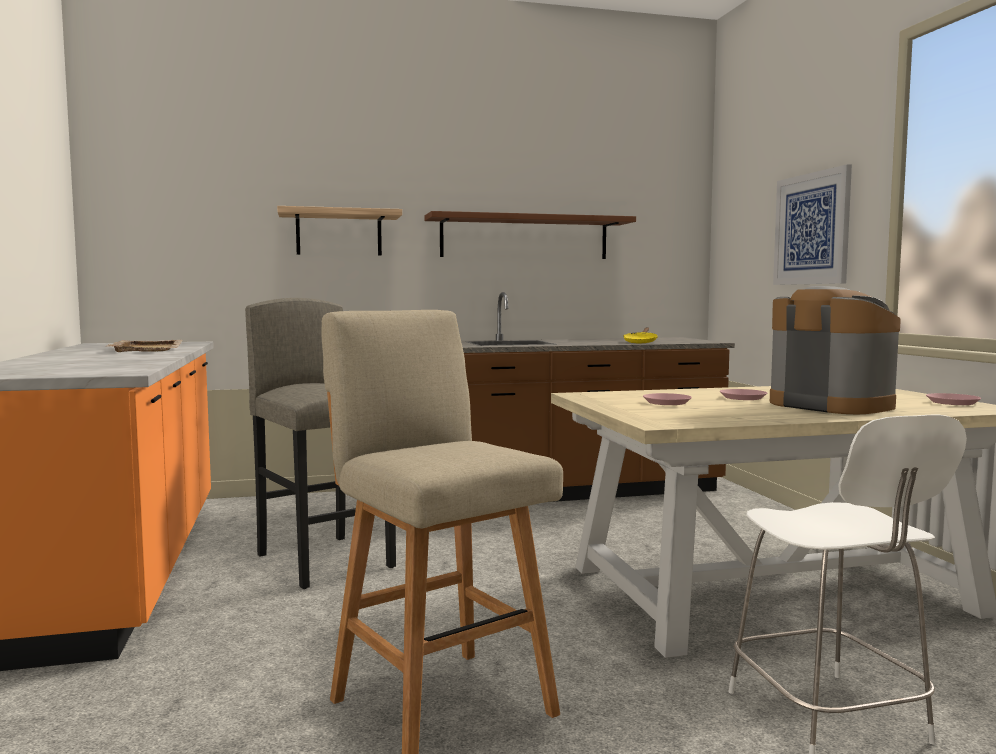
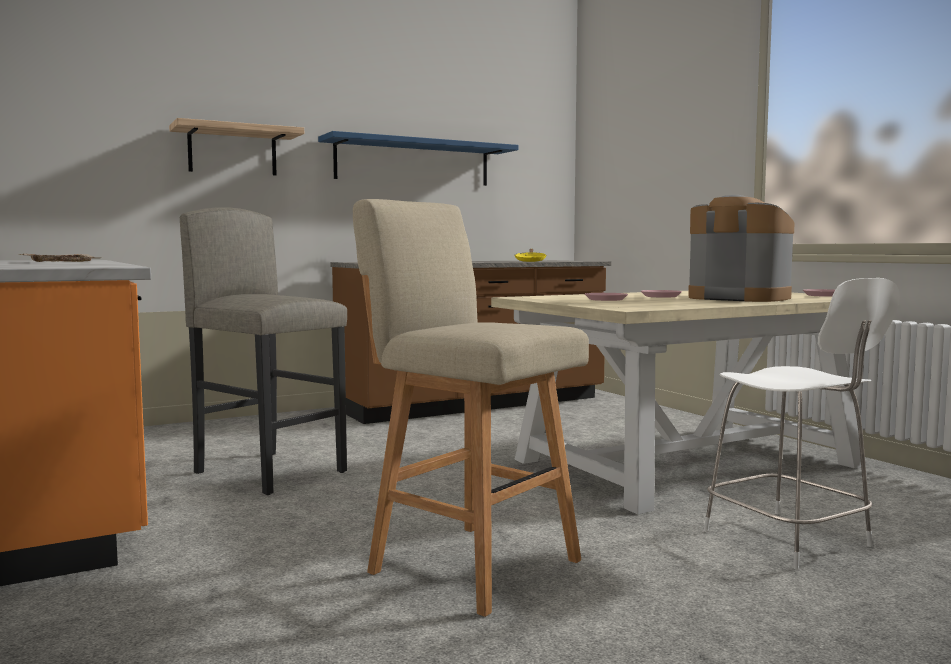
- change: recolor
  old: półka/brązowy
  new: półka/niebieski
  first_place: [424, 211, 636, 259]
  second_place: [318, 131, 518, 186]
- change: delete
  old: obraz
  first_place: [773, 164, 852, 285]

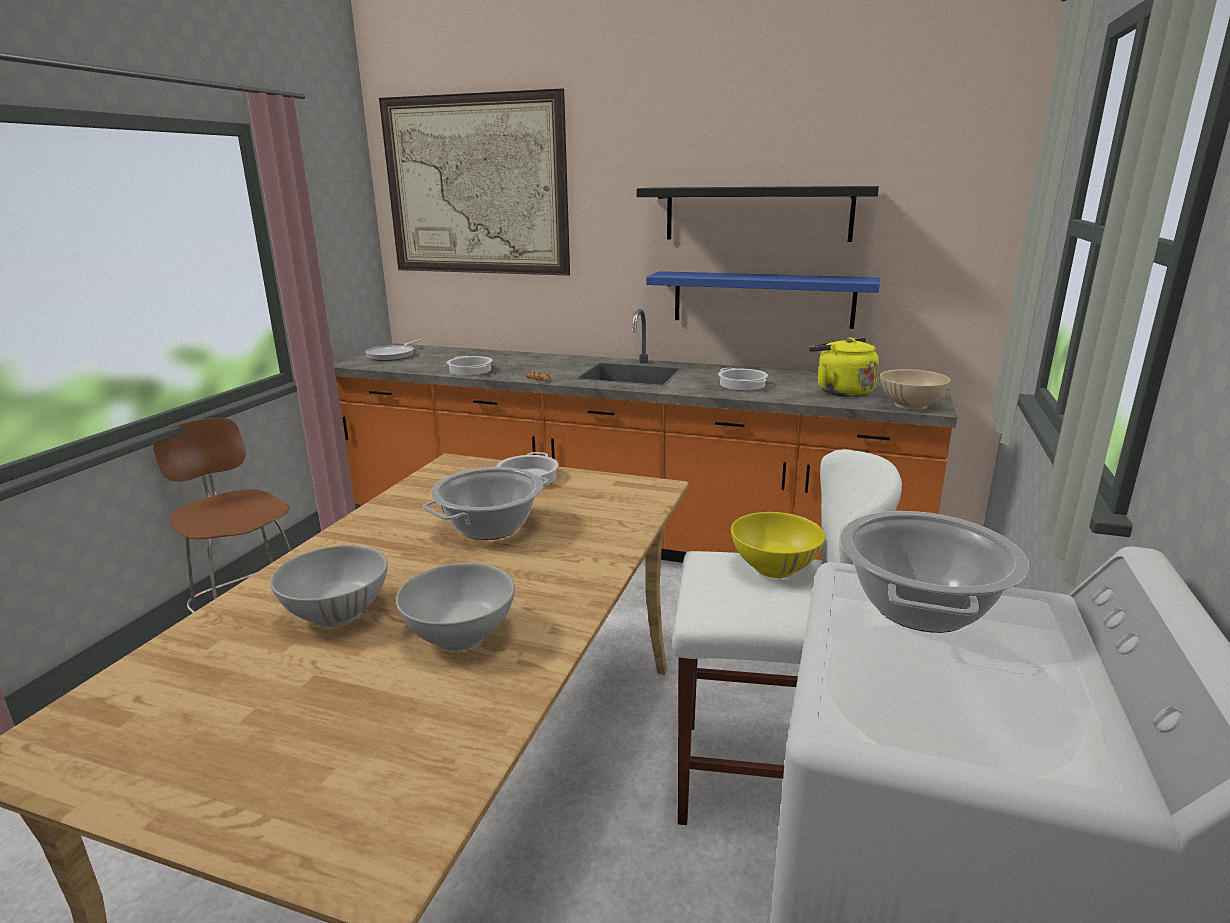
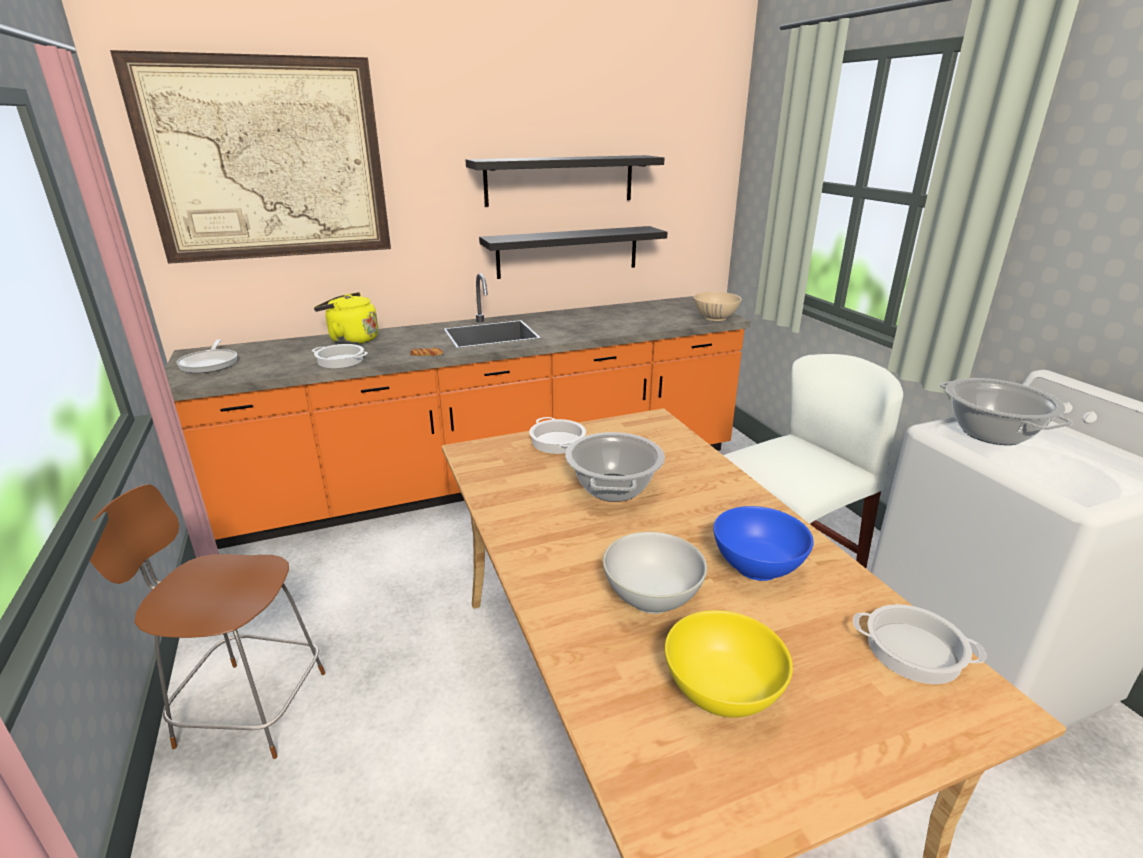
- change: move
  old: czajnik/żółty
  first_place: [809, 338, 879, 397]
  second_place: [314, 292, 378, 345]
- change: recolor
  old: półka/niebieski
  new: półka/czarny
  first_place: [646, 271, 880, 329]
  second_place: [479, 226, 668, 279]
- change: move
  old: miska/żółty
  first_place: [731, 512, 825, 578]
  second_place: [665, 610, 793, 718]
- change: recolor
  old: miska/biały
  new: miska/niebieski
  first_place: [396, 563, 515, 651]
  second_place: [713, 506, 814, 581]
- change: move
  old: garnek
  first_place: [718, 368, 768, 390]
  second_place: [853, 604, 986, 684]

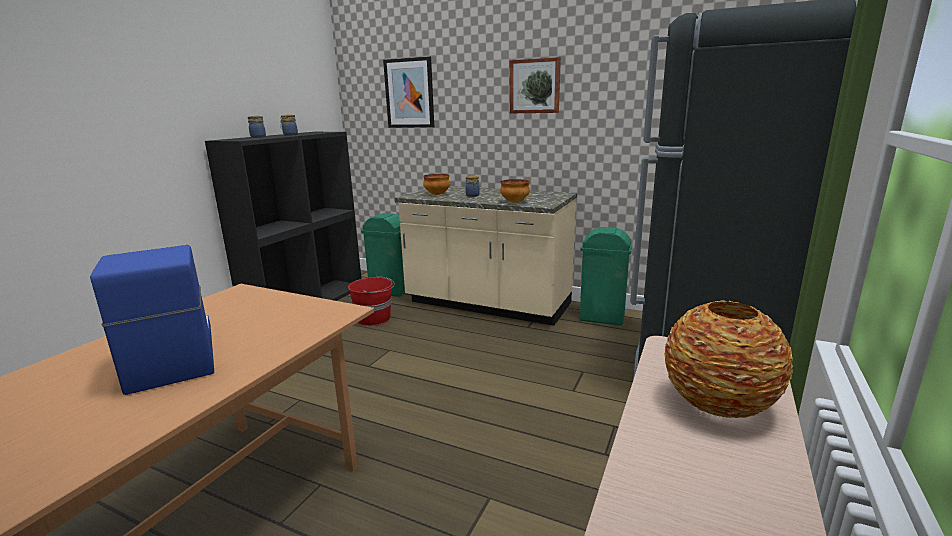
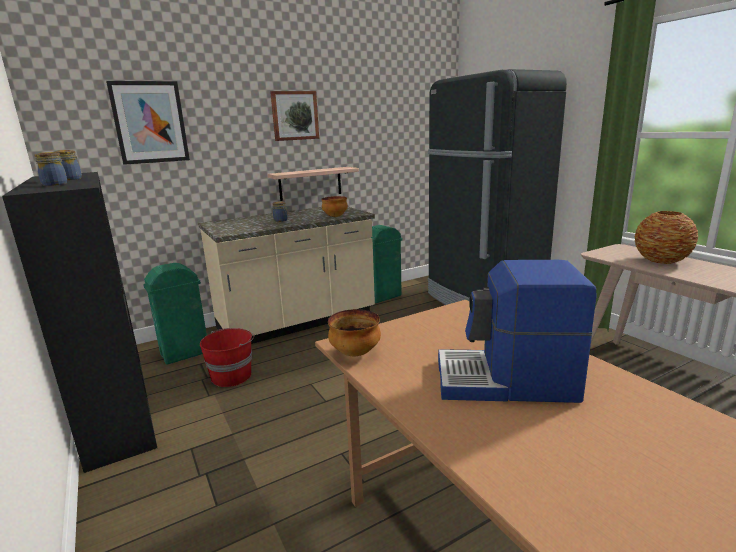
- change: insert
  new: półka
  second_place: [268, 167, 359, 201]
- change: move
  old: miska
  first_place: [423, 174, 450, 195]
  second_place: [328, 309, 381, 356]

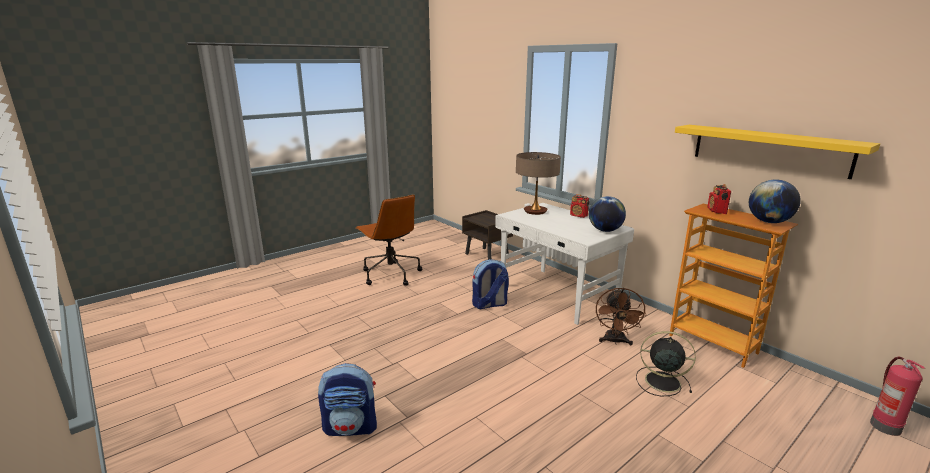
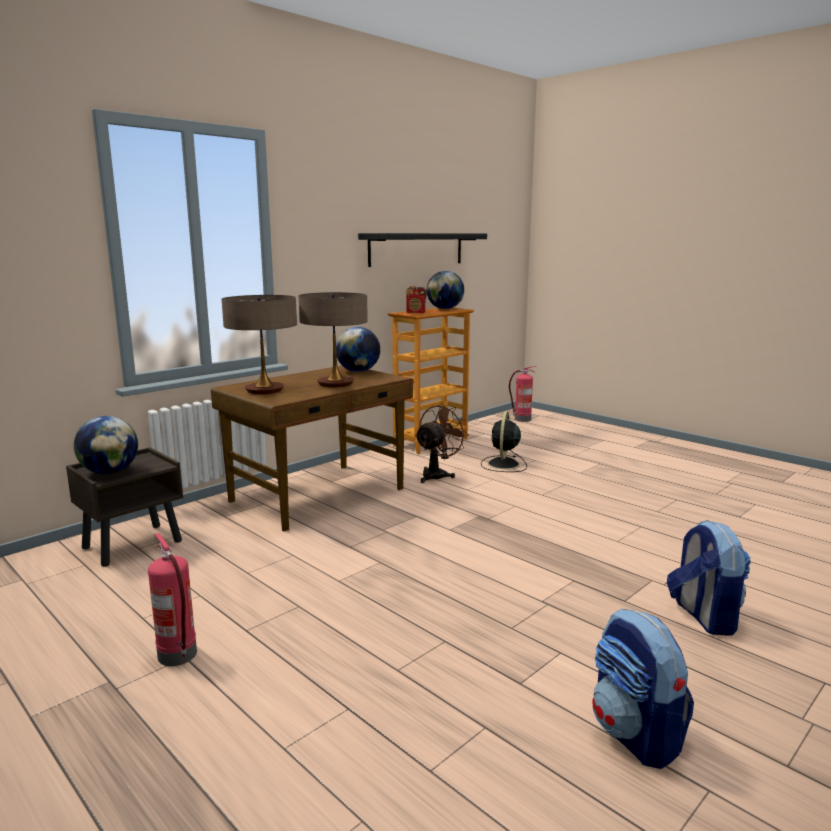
- change: insert
  new: globus
  second_place: [74, 416, 138, 474]
- change: replace
  old: krzesło biurowe/brązowy
  new: gaśnica
  first_place: [355, 194, 422, 286]
  second_place: [148, 533, 197, 666]
- change: recolor
  old: biurko/biały
  new: biurko/brązowy
  first_place: [495, 203, 634, 325]
  second_place: [211, 366, 413, 531]
- change: insert
  new: lampa stołowa
  second_place: [299, 292, 368, 388]
- change: recolor
  old: półka/żółty
  new: półka/czarny
  first_place: [675, 125, 880, 179]
  second_place: [358, 233, 487, 267]
- change: rotate
  old: wentylator/brązowy
  first_place: [596, 288, 647, 345]
  second_place: [415, 404, 469, 483]
  degrees: -60
- change: move
  old: plecak
  first_place: [472, 259, 509, 309]
  second_place: [592, 609, 694, 769]
- change: delete
  old: radio
  first_place: [570, 194, 589, 218]

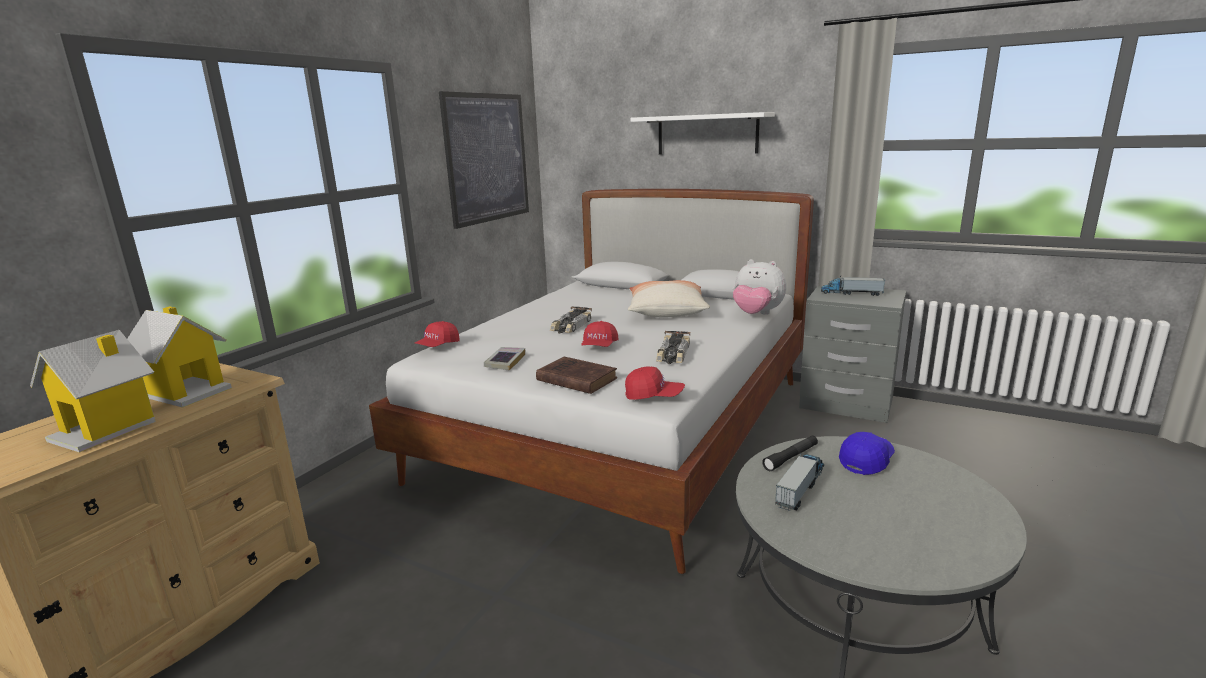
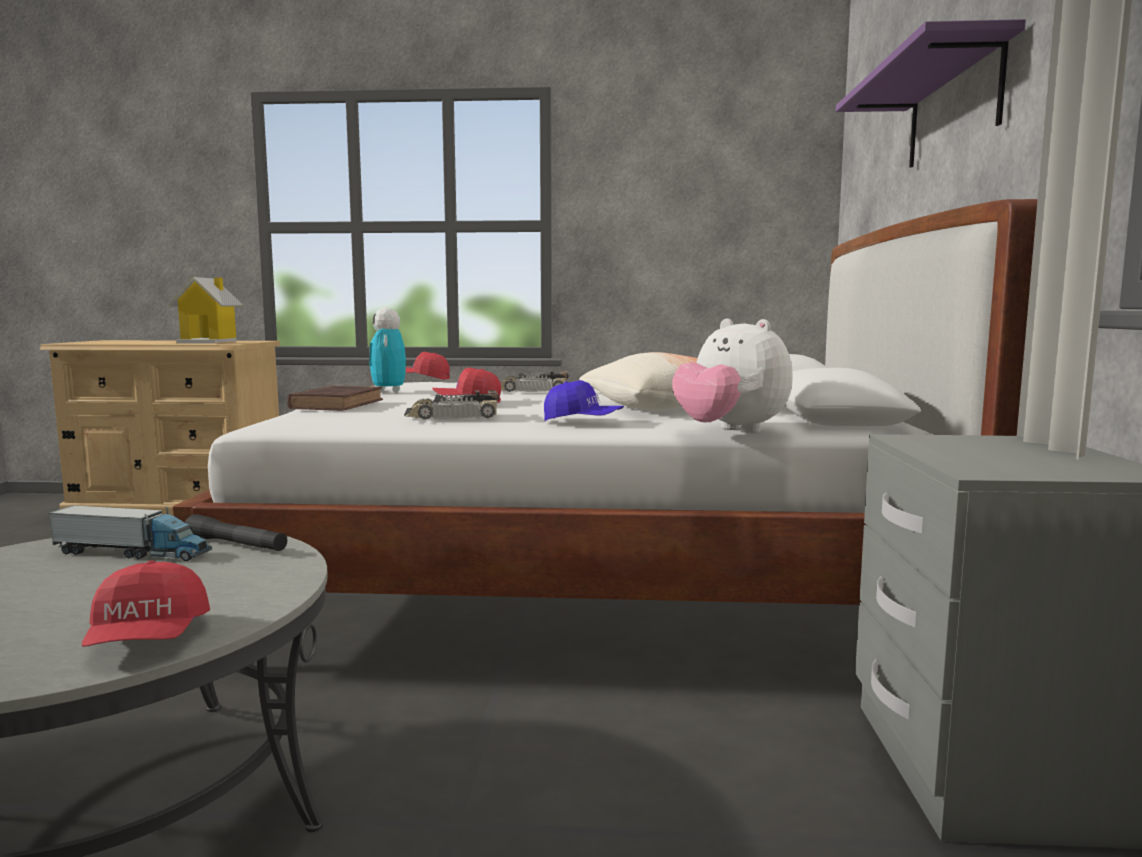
- change: move
  old: czapka z daszkiem/czerwony
  first_place: [625, 366, 685, 400]
  second_place: [82, 560, 210, 646]
- change: replace
  old: książka
  new: robot zabawkowy
  first_place: [484, 347, 525, 371]
  second_place: [369, 307, 406, 393]
- change: move
  old: czapka z daszkiem/niebieski
  first_place: [839, 432, 895, 475]
  second_place: [544, 380, 624, 421]
- change: rotate
  old: pluszak
  first_place: [733, 259, 787, 315]
  second_place: [672, 319, 793, 433]
  degrees: -45
- change: recolor
  old: półka/biały
  new: półka/fioletowy
  first_place: [631, 112, 775, 155]
  second_place: [836, 19, 1026, 168]
- change: delete
  old: domek
  first_place: [30, 330, 156, 453]
- change: delete
  old: obraz
  first_place: [439, 91, 529, 229]
- change: delete
  old: ciężarówka zabawkowa
  first_place: [821, 276, 885, 296]

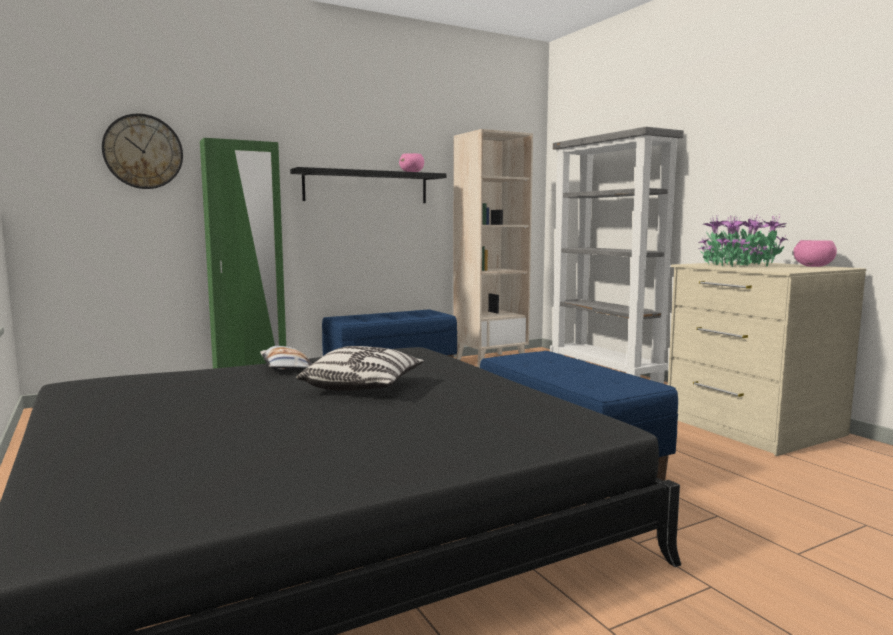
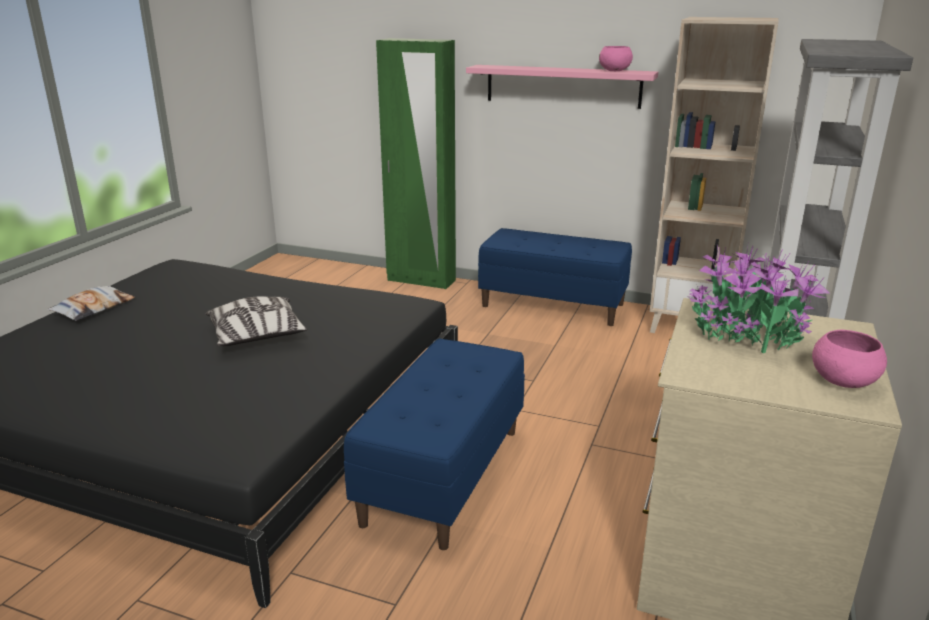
- change: move
  old: poduszka
  first_place: [260, 346, 312, 370]
  second_place: [47, 286, 135, 321]
- change: recolor
  old: półka/czarny
  new: półka/różowy
  first_place: [290, 167, 446, 203]
  second_place: [466, 65, 658, 109]
- change: delete
  old: zegar ścienny
  first_place: [102, 114, 183, 189]

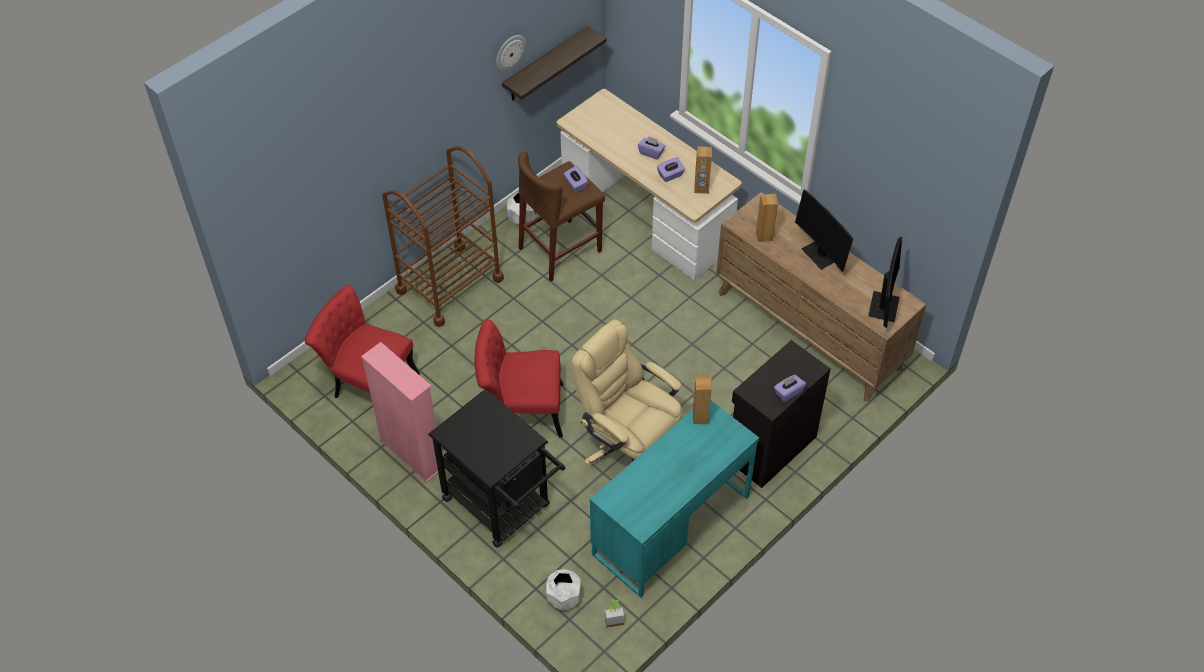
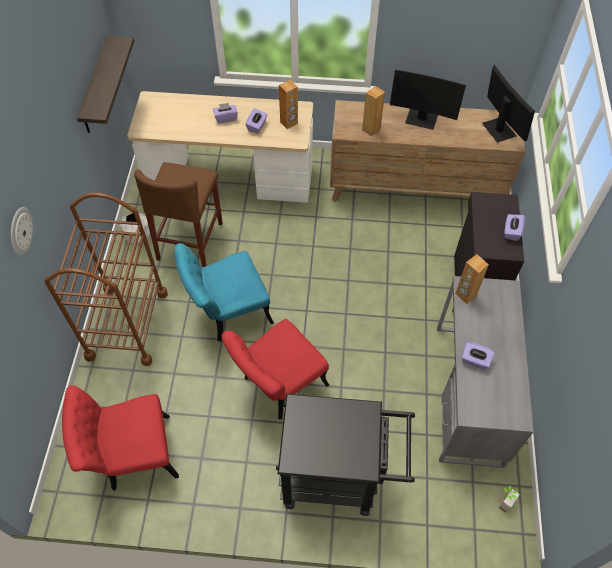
- change: move
  old: zegar ścienny
  first_place: [496, 35, 526, 71]
  second_place: [11, 207, 33, 256]
- change: insert
  new: krzesło/turkusowy
  second_place: [174, 243, 274, 342]
- change: recolor
  old: biurko/turkusowy
  new: biurko/szary
  first_place: [590, 401, 759, 597]
  second_place: [437, 276, 534, 468]
- change: move
  old: pudełko chusteczek/fioletowy
  first_place: [564, 166, 588, 193]
  second_place: [462, 342, 494, 369]
- change: delete
  old: regał/różowy
  first_place: [361, 342, 438, 482]
- change: delete
  old: donica/biały
  first_place: [546, 569, 581, 610]
- change: delete
  old: krzesło biurowe/beżowy
  first_place: [572, 319, 682, 466]

